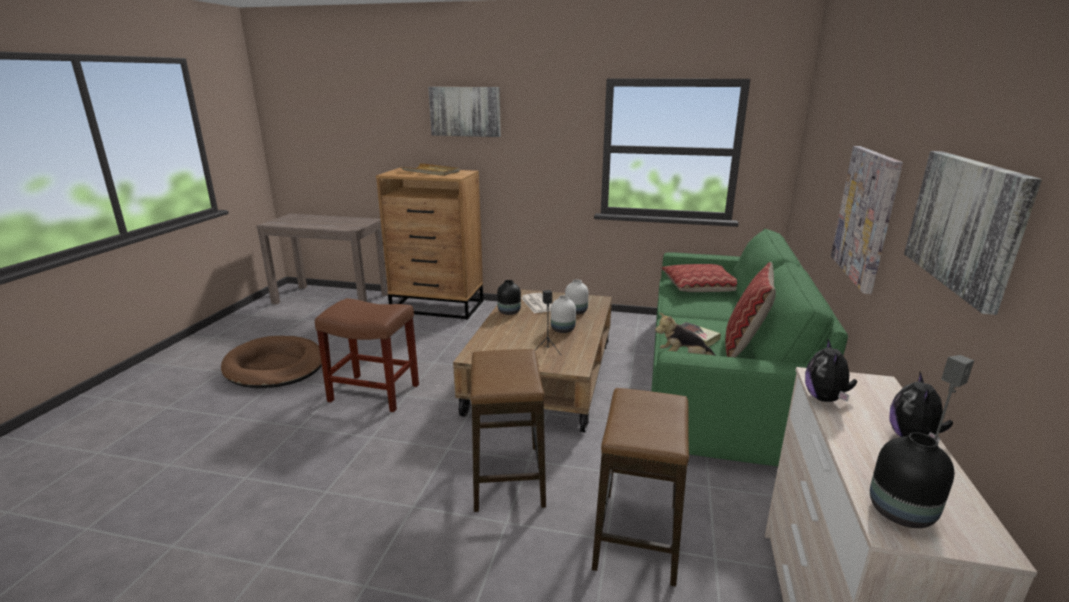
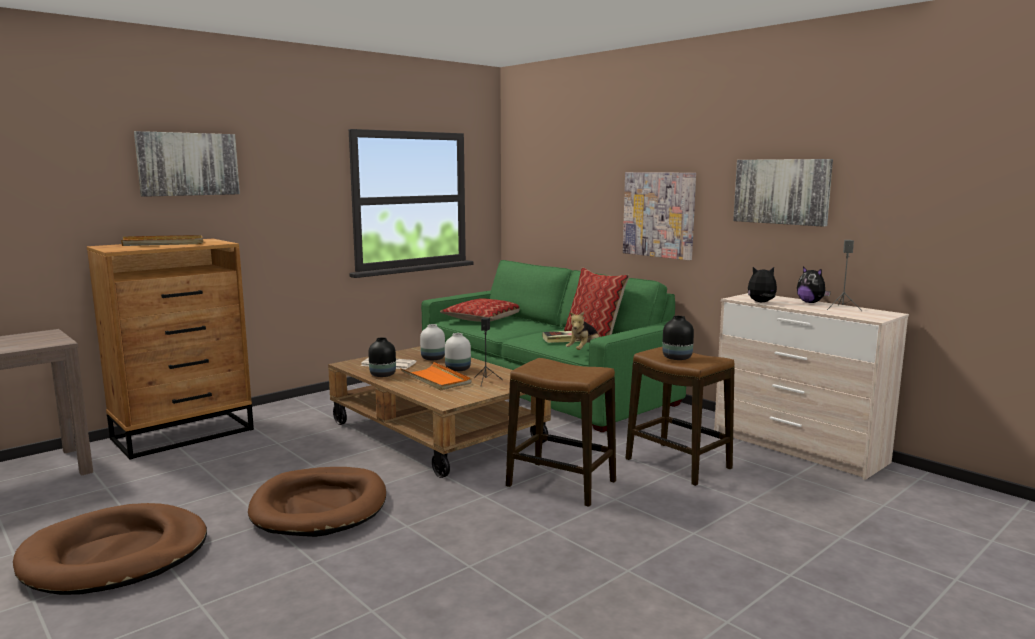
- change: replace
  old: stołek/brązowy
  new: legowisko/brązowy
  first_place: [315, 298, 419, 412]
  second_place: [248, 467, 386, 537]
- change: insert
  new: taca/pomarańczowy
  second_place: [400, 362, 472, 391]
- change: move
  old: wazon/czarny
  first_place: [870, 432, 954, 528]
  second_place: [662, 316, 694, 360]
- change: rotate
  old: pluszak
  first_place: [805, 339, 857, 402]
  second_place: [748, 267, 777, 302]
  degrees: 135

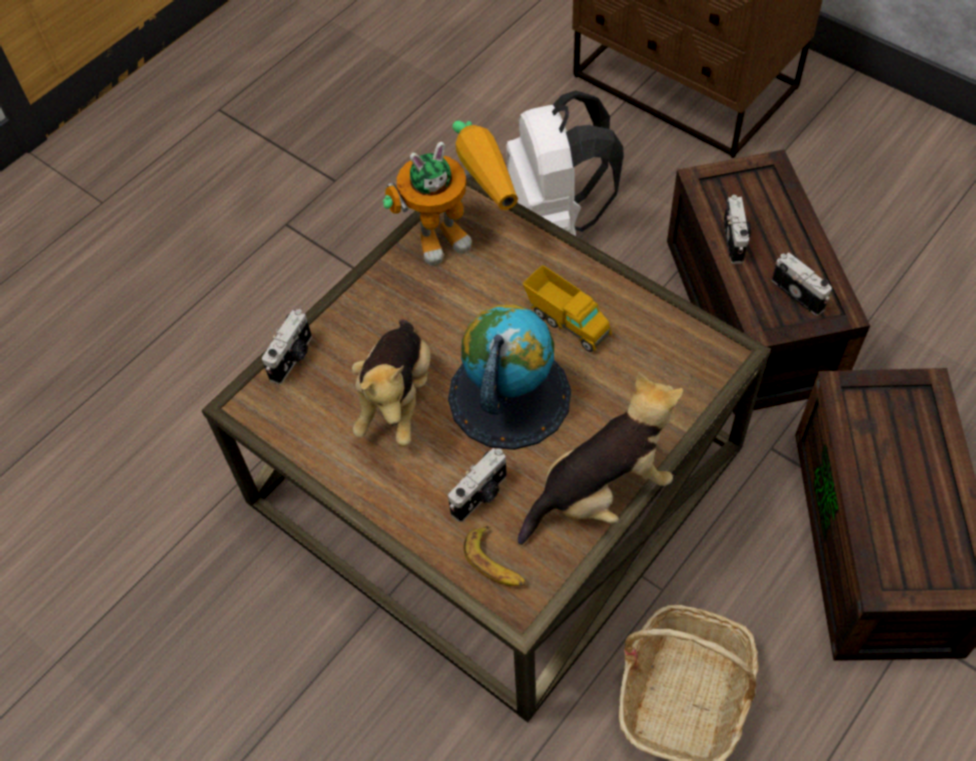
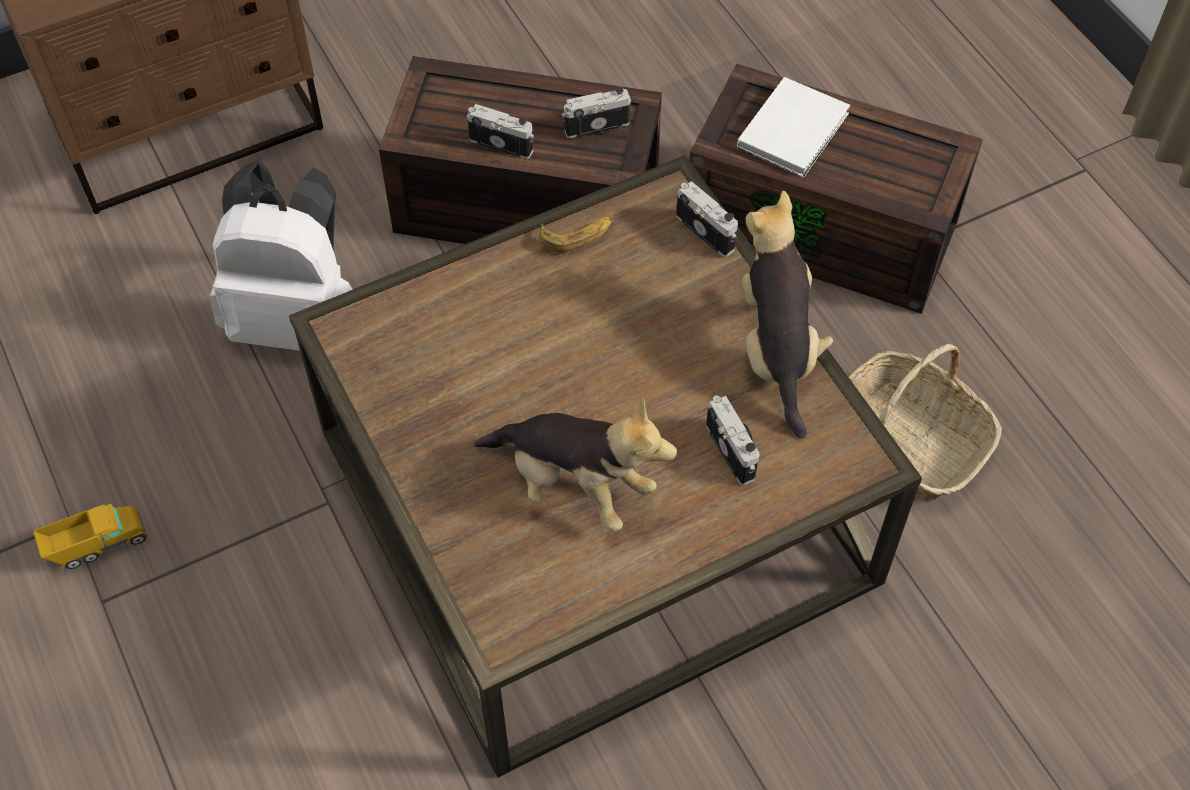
- change: move
  old: ciężarówka zabawkowa
  first_place: [522, 265, 612, 352]
  second_place: [33, 504, 148, 570]
- change: move
  old: banan
  first_place: [464, 526, 526, 586]
  second_place: [539, 217, 613, 252]
- change: move
  old: aparat fotograficzny
  first_place: [262, 309, 312, 385]
  second_place: [676, 181, 738, 257]
- change: insert
  new: książka/biały
  second_place: [737, 77, 850, 178]
- change: delete
  old: robot zabawkowy
  first_place: [383, 121, 518, 266]
- change: delete
  old: globus
  first_place: [448, 305, 571, 450]

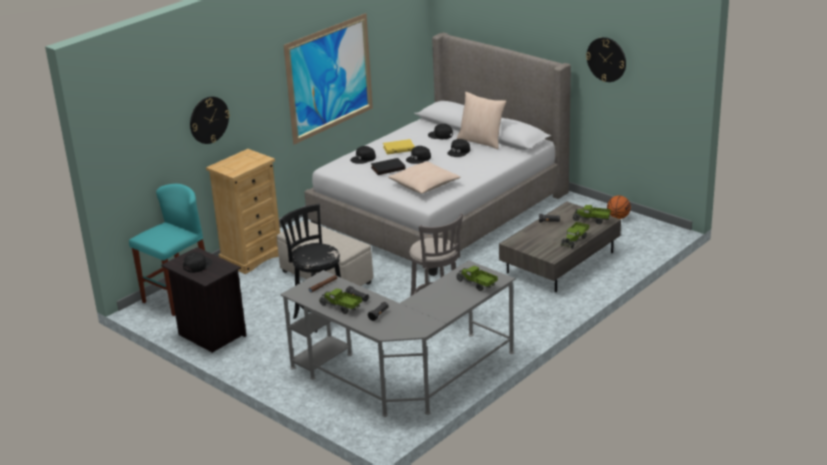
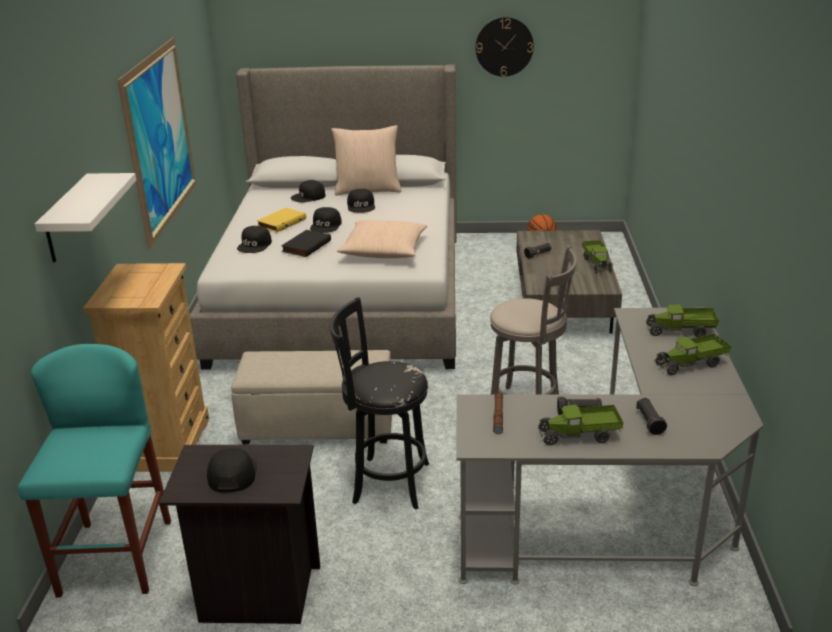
- change: replace
  old: zegar ścienny
  new: półka/biały
  first_place: [190, 96, 230, 144]
  second_place: [35, 173, 136, 262]
- change: move
  old: ciężarówka zabawkowa
  first_place: [572, 205, 611, 224]
  second_place: [654, 334, 731, 376]

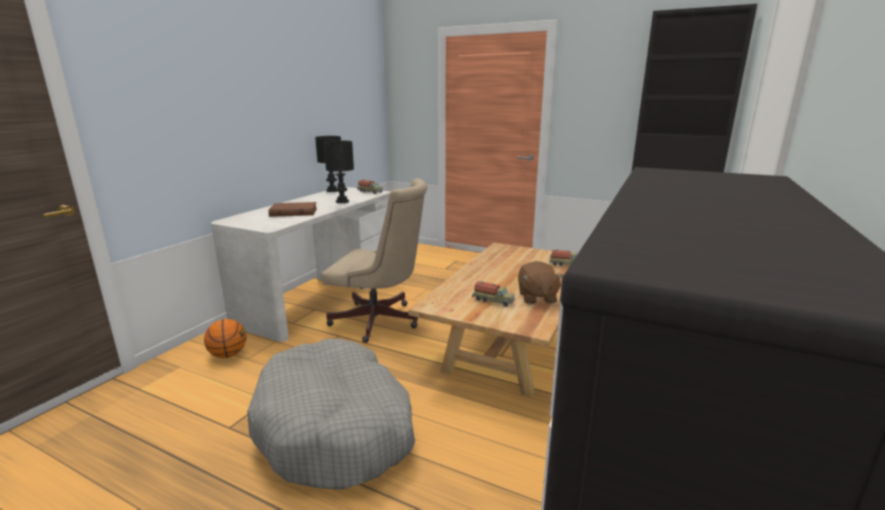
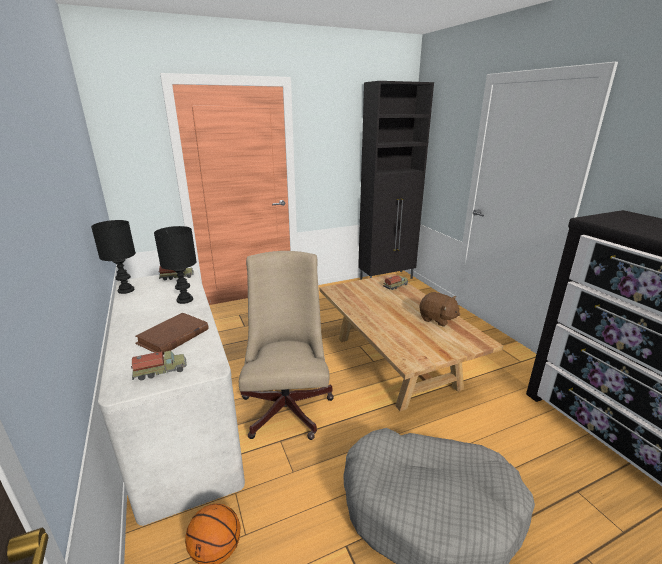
- change: move
  old: ciężarówka zabawkowa
  first_place: [472, 281, 515, 307]
  second_place: [131, 351, 187, 381]
- change: rotate
  old: krzesło biurowe/beżowy
  first_place: [321, 178, 427, 343]
  second_place: [239, 251, 334, 440]
  degrees: -60

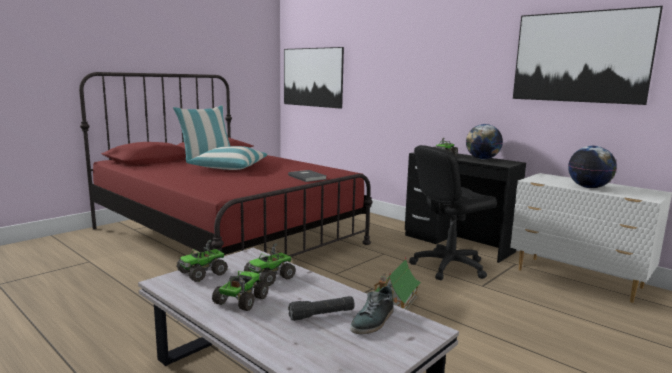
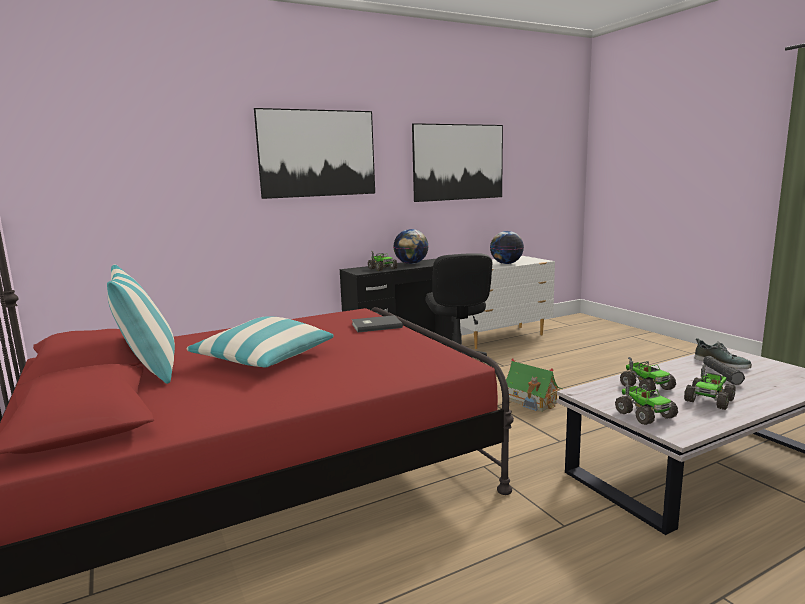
- change: move
  old: obraz
  first_place: [284, 47, 344, 109]
  second_place: [254, 108, 375, 199]
- change: rotate
  old: ciężarówka zabawkowa
  first_place: [212, 271, 269, 311]
  second_place: [684, 364, 736, 410]
  degrees: -90

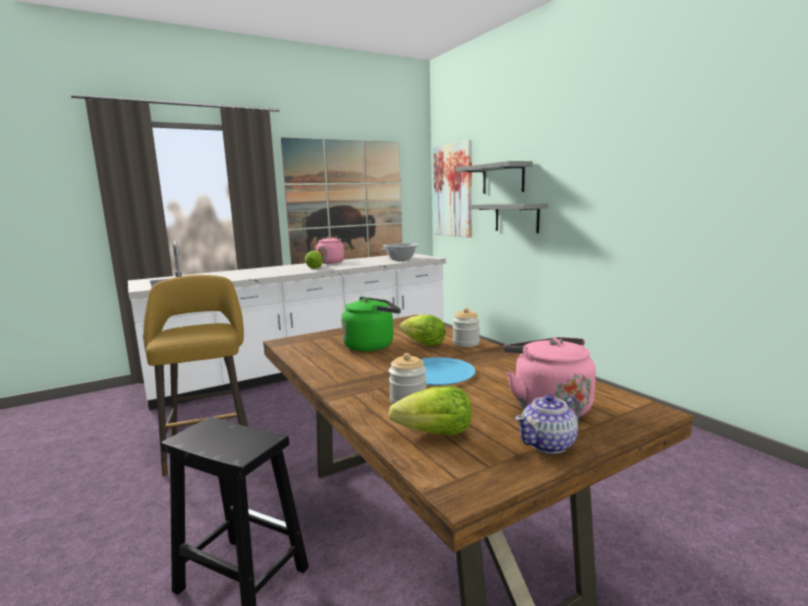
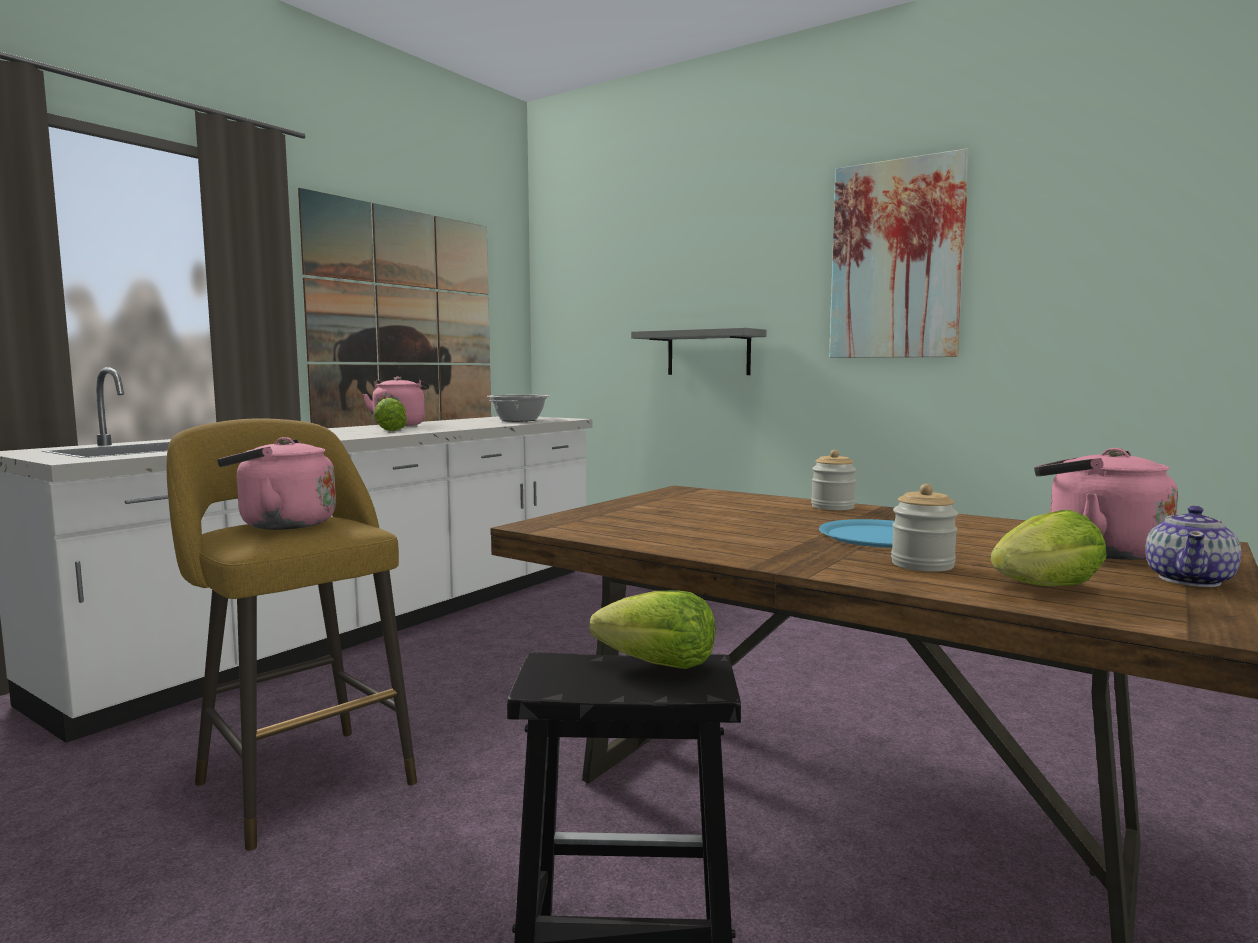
- change: insert
  new: czajnik/różowy
  second_place: [217, 437, 336, 530]
- change: move
  old: sałata
  first_place: [400, 315, 446, 346]
  second_place: [590, 591, 715, 669]
- change: move
  old: obraz
  first_place: [433, 140, 472, 238]
  second_place: [829, 148, 969, 358]
- change: delete
  old: czajnik/zielony
  first_place: [341, 297, 401, 352]
- change: delete
  old: półka/szary
  first_place: [456, 161, 533, 194]

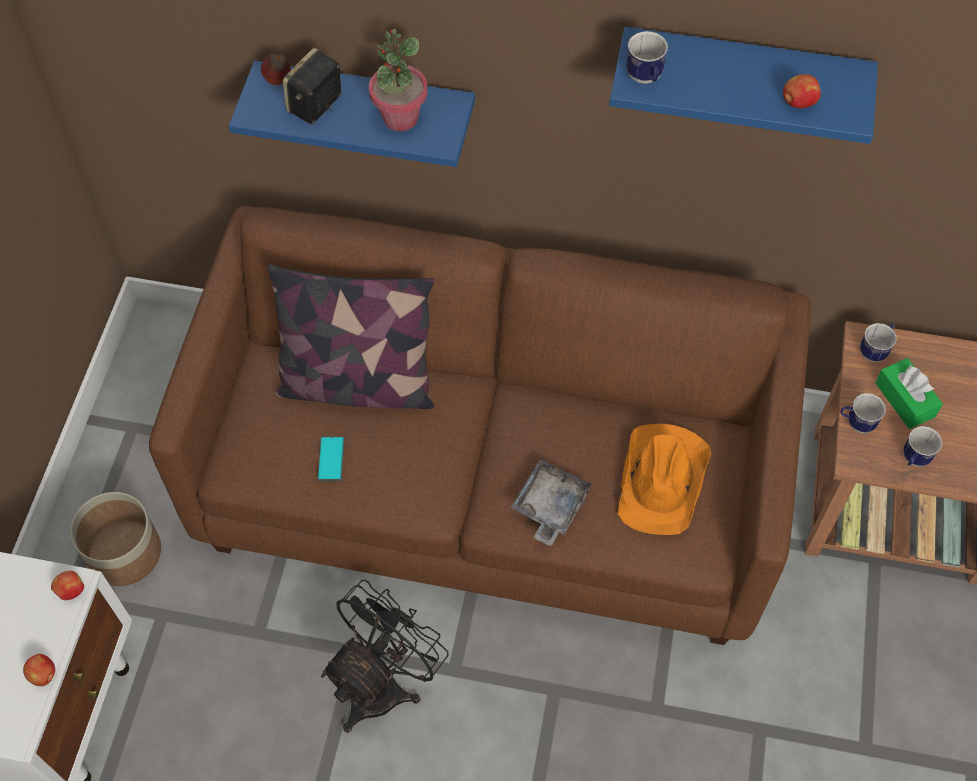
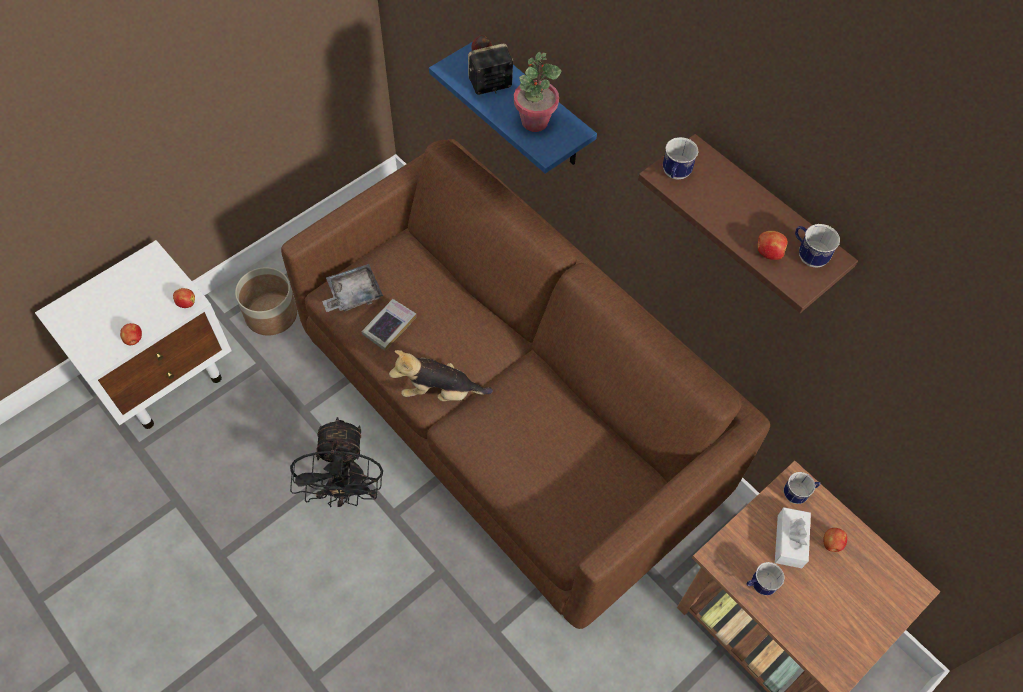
- change: rotate
  old: wentylator/czarny
  first_place: [321, 579, 449, 733]
  second_place: [290, 417, 383, 507]
  degrees: 105
- change: move
  old: taca/szary
  first_place: [510, 459, 592, 546]
  second_place: [322, 264, 383, 312]
- change: replace
  old: telefon
  new: książka
  first_place: [317, 437, 344, 481]
  second_place: [362, 299, 416, 351]
- change: insert
  new: pluszak
  second_place: [389, 350, 493, 401]
- change: recolor
  old: półka/niebieski
  new: półka/brązowy
  first_place: [609, 27, 878, 144]
  second_place: [638, 134, 858, 313]
- change: recolor
  old: pudełko chusteczek/zielony
  new: pudełko chusteczek/biały
  first_place: [875, 358, 943, 429]
  second_place: [775, 507, 811, 568]
- change: move
  old: kubek
  first_place: [841, 393, 886, 433]
  second_place: [795, 224, 840, 267]
- change: insert
  new: jabłko
  second_place: [823, 528, 847, 552]
- change: delete
  old: poduszka
  first_place: [267, 264, 434, 409]
- change: delete
  old: kapelusz/pomarańczowy
  first_place: [618, 424, 711, 535]

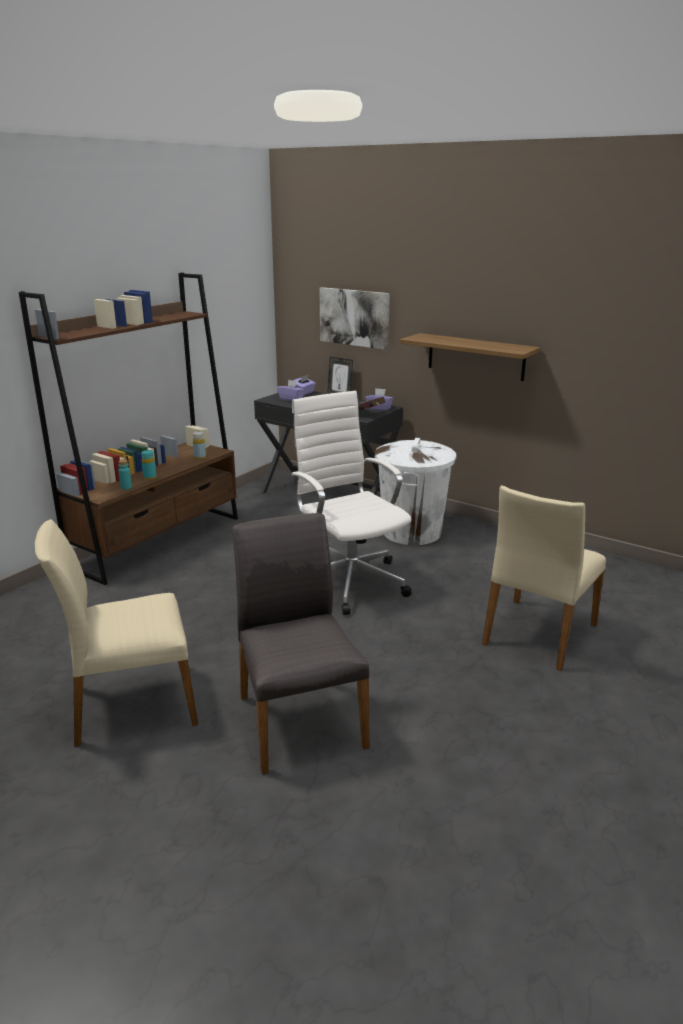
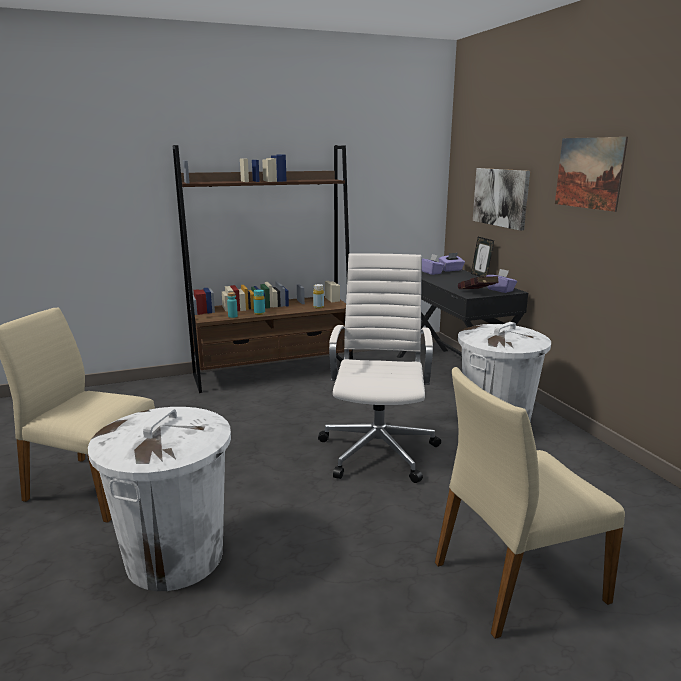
- change: replace
  old: krzesło/szary
  new: kosz na śmieci/biały
  first_place: [232, 513, 370, 775]
  second_place: [88, 407, 231, 591]
- change: insert
  new: obraz
  second_place: [555, 137, 628, 212]
- change: delete
  old: półka
  first_place: [400, 333, 540, 381]

